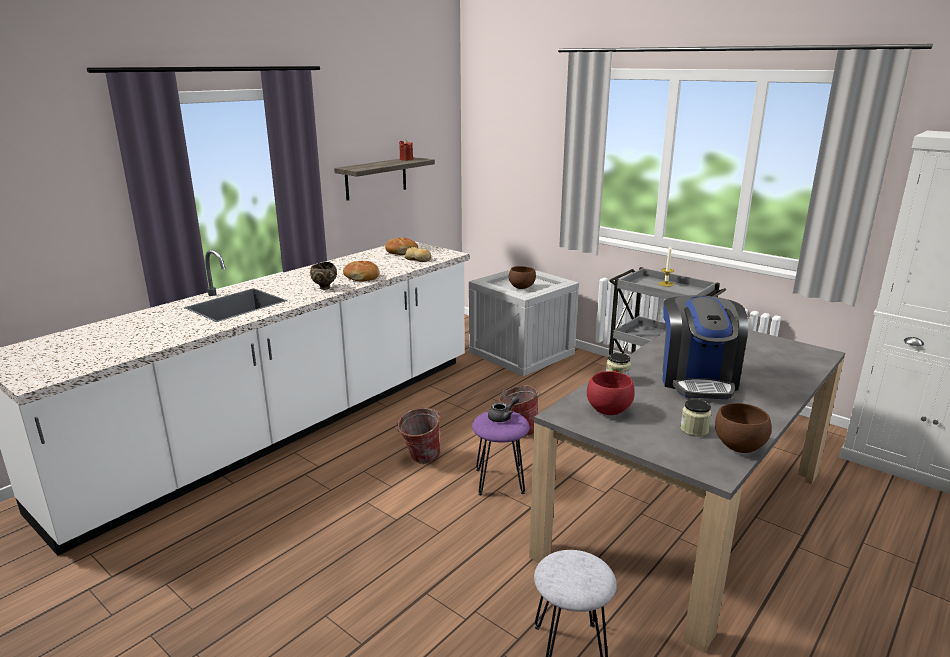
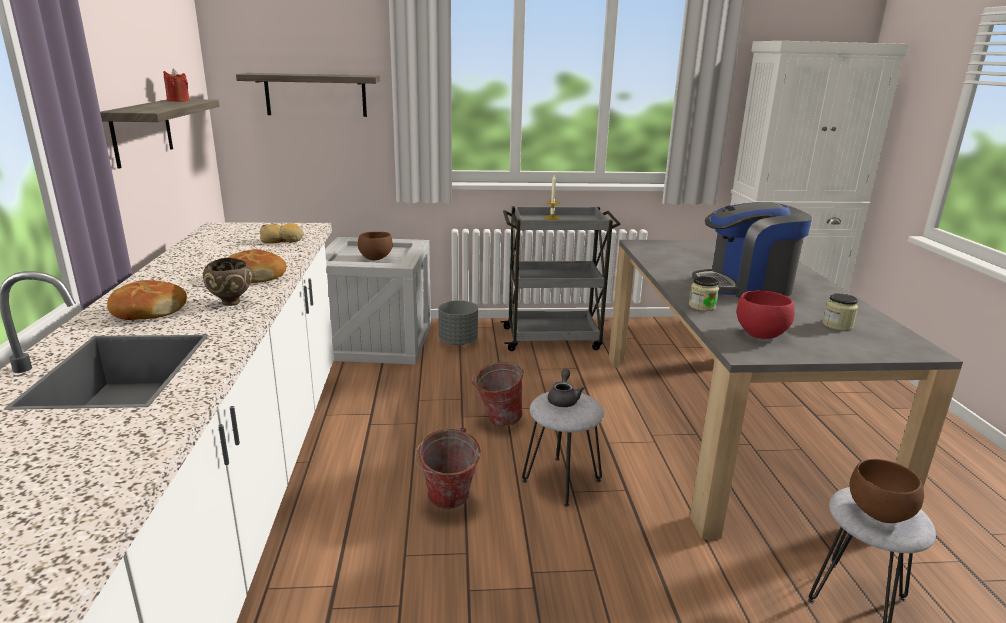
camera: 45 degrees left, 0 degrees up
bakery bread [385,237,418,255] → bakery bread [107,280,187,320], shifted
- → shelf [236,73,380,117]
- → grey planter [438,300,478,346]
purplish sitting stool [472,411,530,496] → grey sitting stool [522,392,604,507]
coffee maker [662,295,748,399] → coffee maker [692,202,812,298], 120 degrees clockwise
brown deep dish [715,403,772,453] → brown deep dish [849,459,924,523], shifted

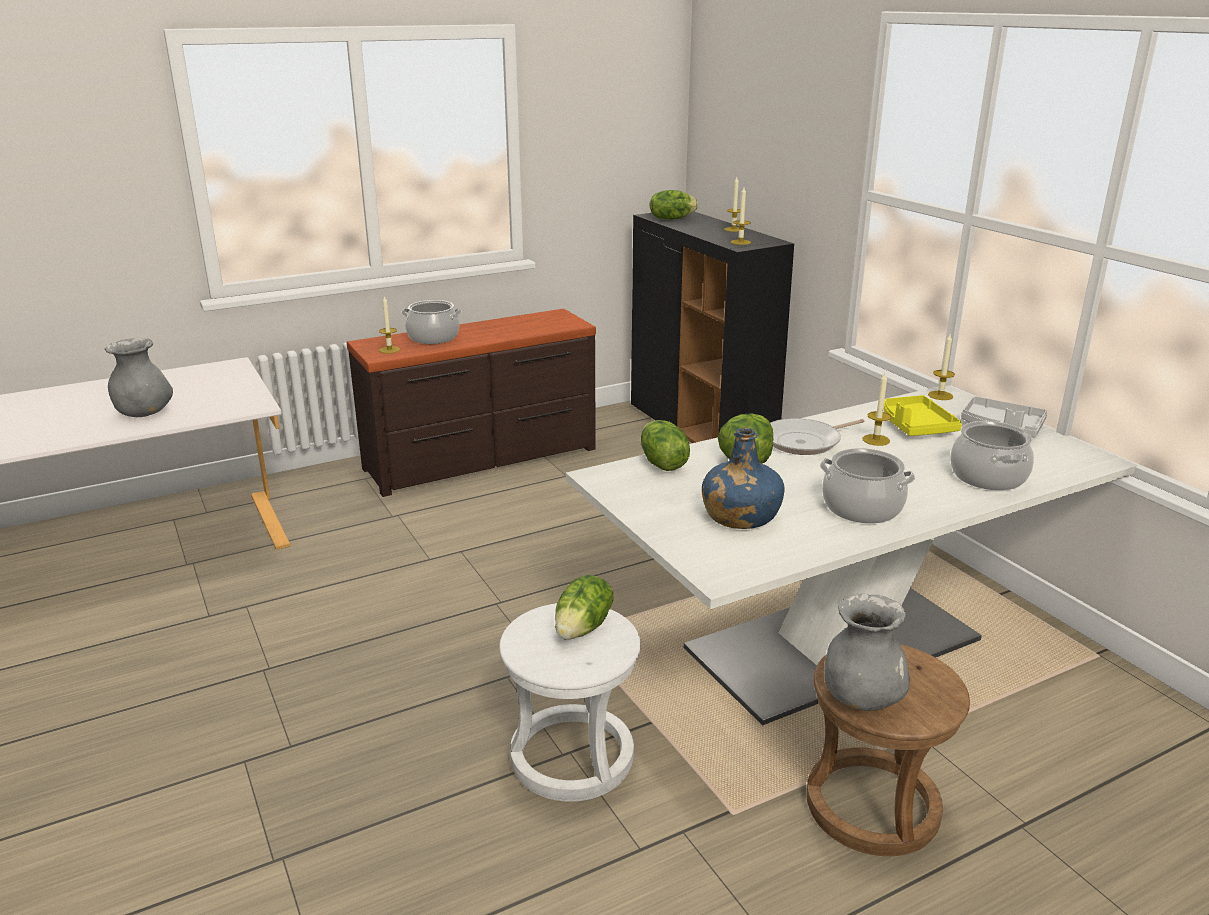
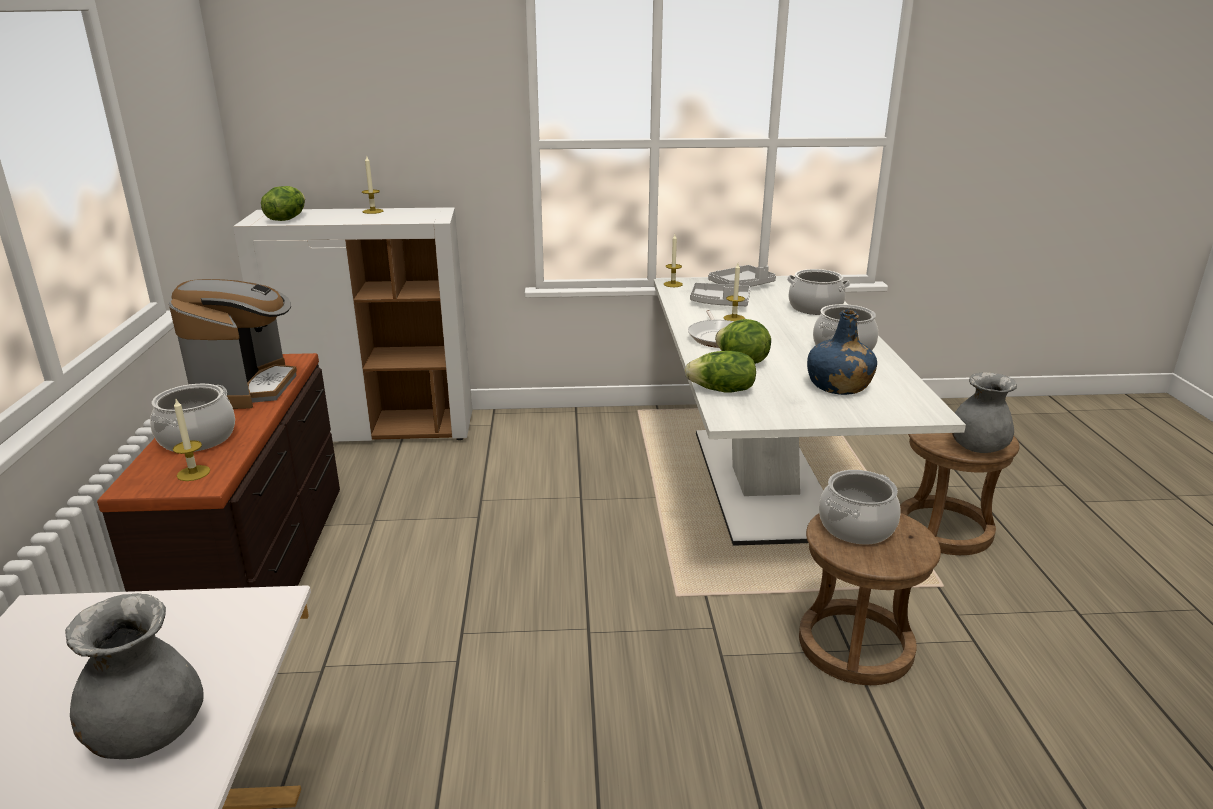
camera: 65 degrees left, 0 degrees up
- → coffee maker [169,279,297,409]
black cabinet [631,212,794,443] → whitish cabinet [233,207,473,442]
yellowish tray [884,395,962,436] → grey tray [690,283,751,306]
whitish sitting stool [499,603,641,802] → brown sitting stool [799,513,941,685]
lettuce head [555,575,614,640] → saucepot [819,470,901,544]
candle [731,187,751,245] → -

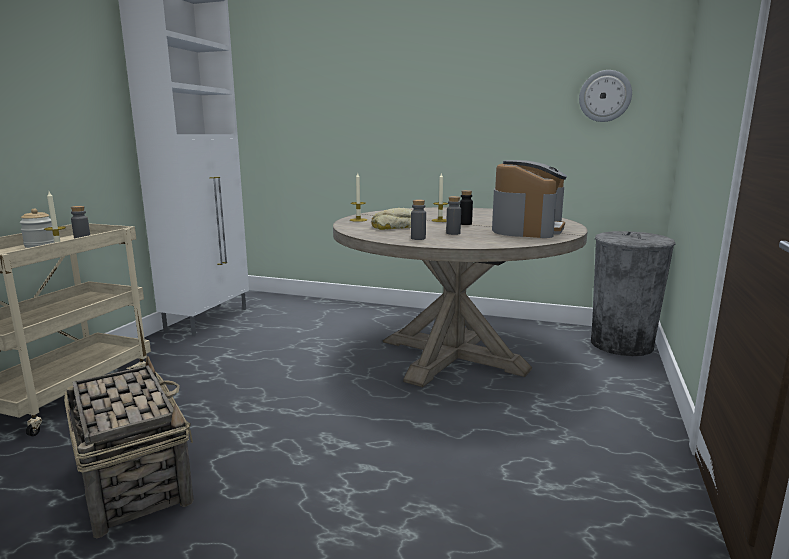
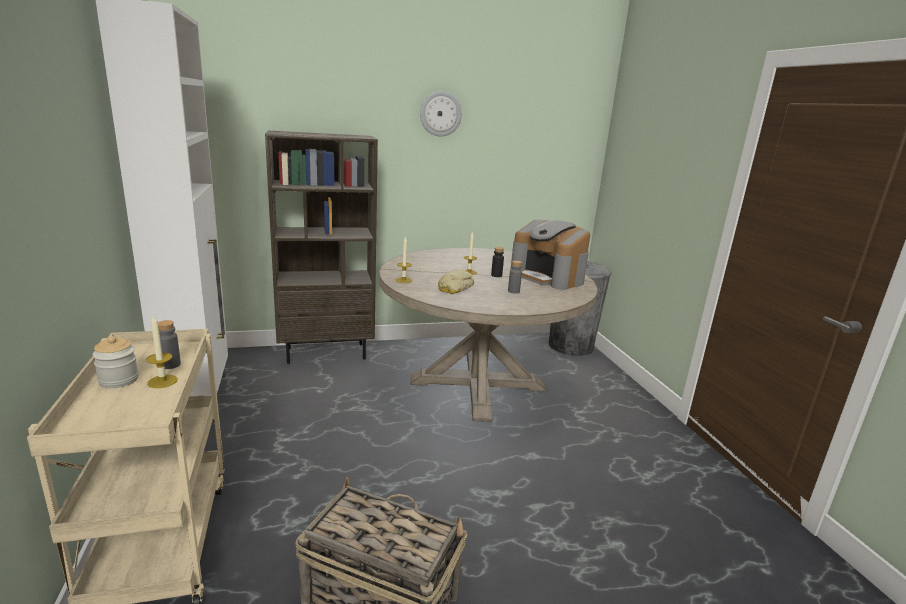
camera: 35 degrees left, 5 degrees up
- → brown shelving unit [265,131,378,364]
clock on the wall [579,70,632,122] → clock on the wall [420,91,462,137], shifted
coffee maker [492,160,567,238] → coffee maker [511,220,590,290], 150 degrees clockwise
grey drink bottle [411,200,426,240] → -

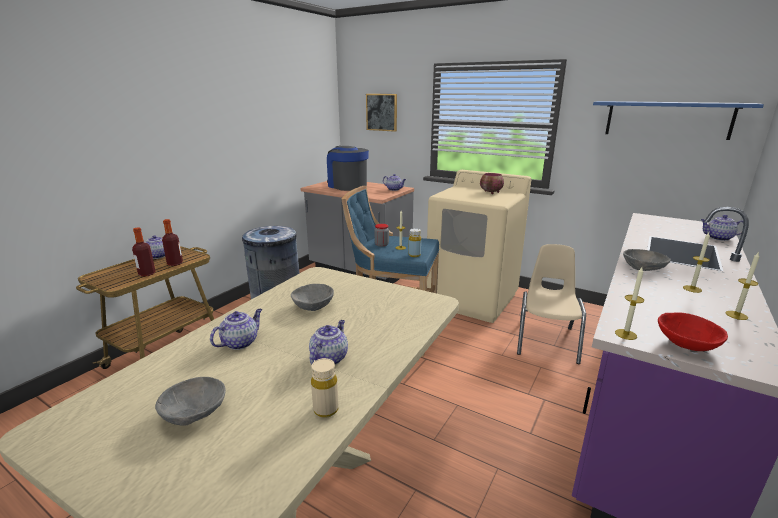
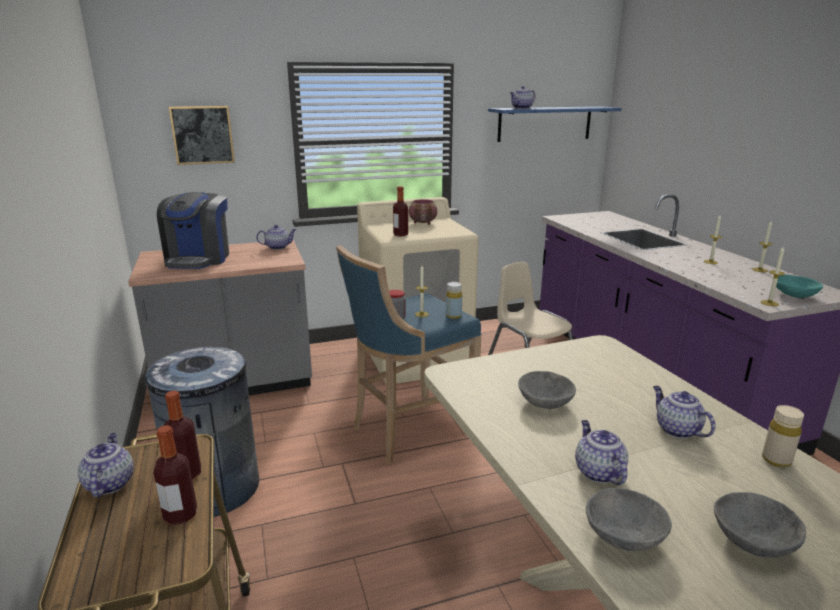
camera: 50 degrees left, 0 degrees up
coffee maker [327,146,369,191] → coffee maker [157,192,229,269], 90 degrees counterclockwise
- → drink bottle [393,186,408,237]
teapot [701,215,743,241] → teapot [510,86,536,109], shifted
grey deep dish [623,249,671,271] → grey deep dish [586,488,672,551], shifted
red-coloured deep dish [658,312,728,351] → blue-green deep dish [773,275,823,298]

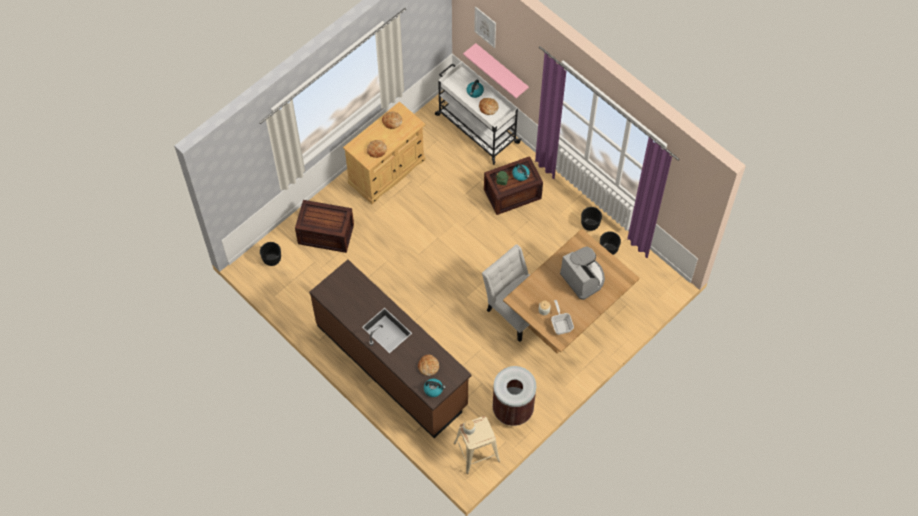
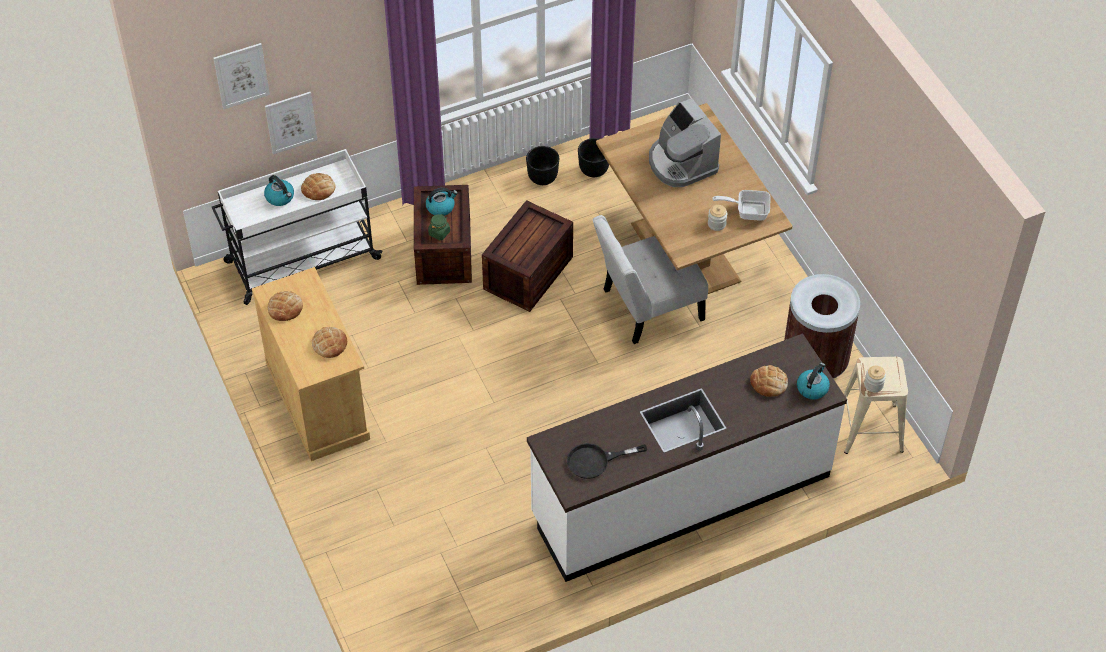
camera: 70 degrees left, 10 degrees down
pinkish shelf [463,43,529,98] → wall art [265,92,317,155]
shipping crate [295,200,354,253] → shipping crate [482,200,573,312], shifted
brown kitchen base unit [309,259,472,438] → whitish kitchen base unit [527,333,847,582]
- → black skillet [567,443,647,479]
coffee maker [560,247,605,300] → coffee maker [649,98,721,187], 105 degrees counterclockwise
black planter [260,242,281,266] → -

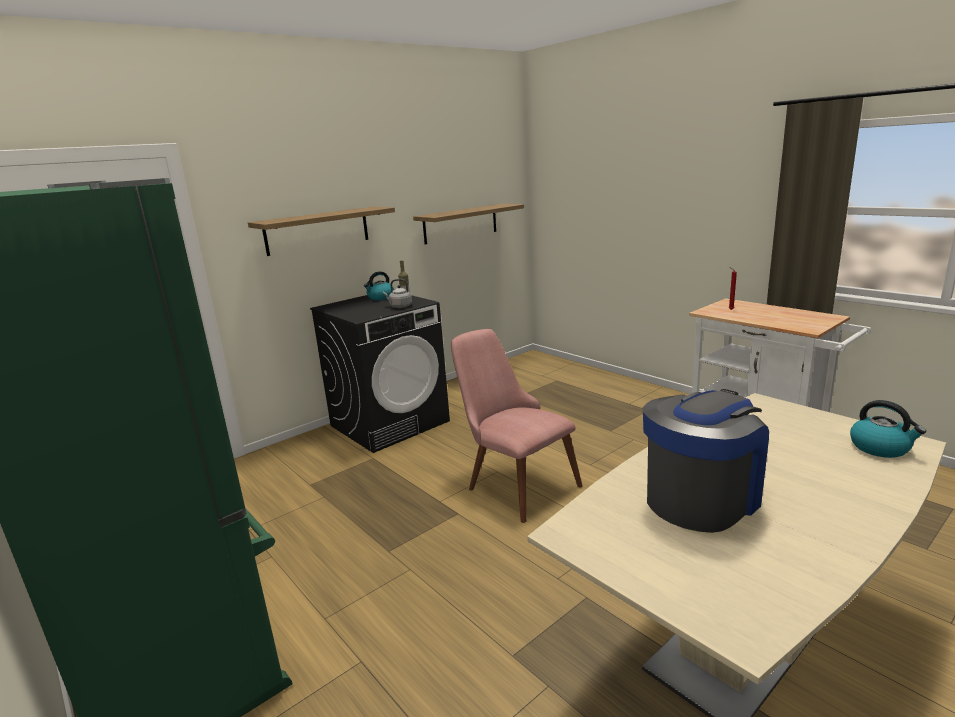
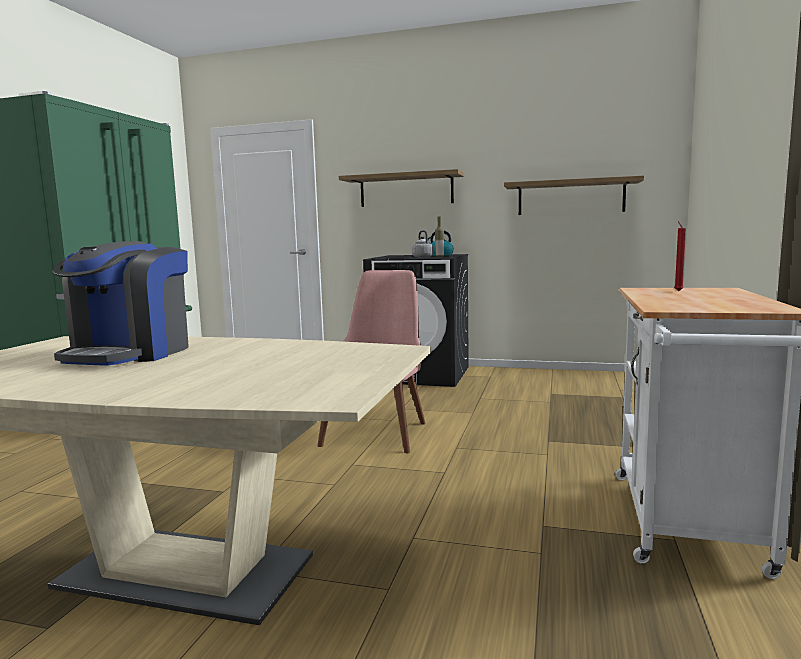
camera: 55 degrees right, 10 degrees down
coffee maker [643,389,769,533] → coffee maker [52,241,189,366], 90 degrees clockwise
kettle [850,400,926,458] → -

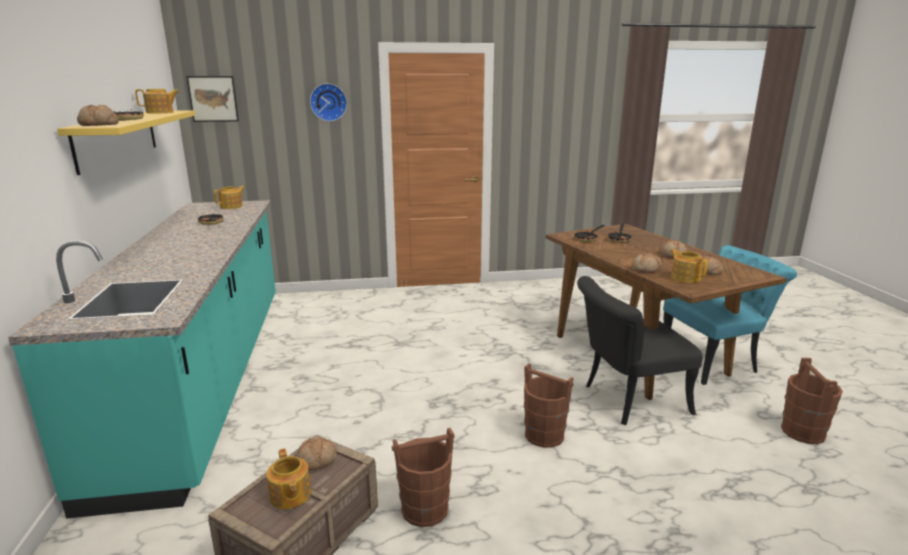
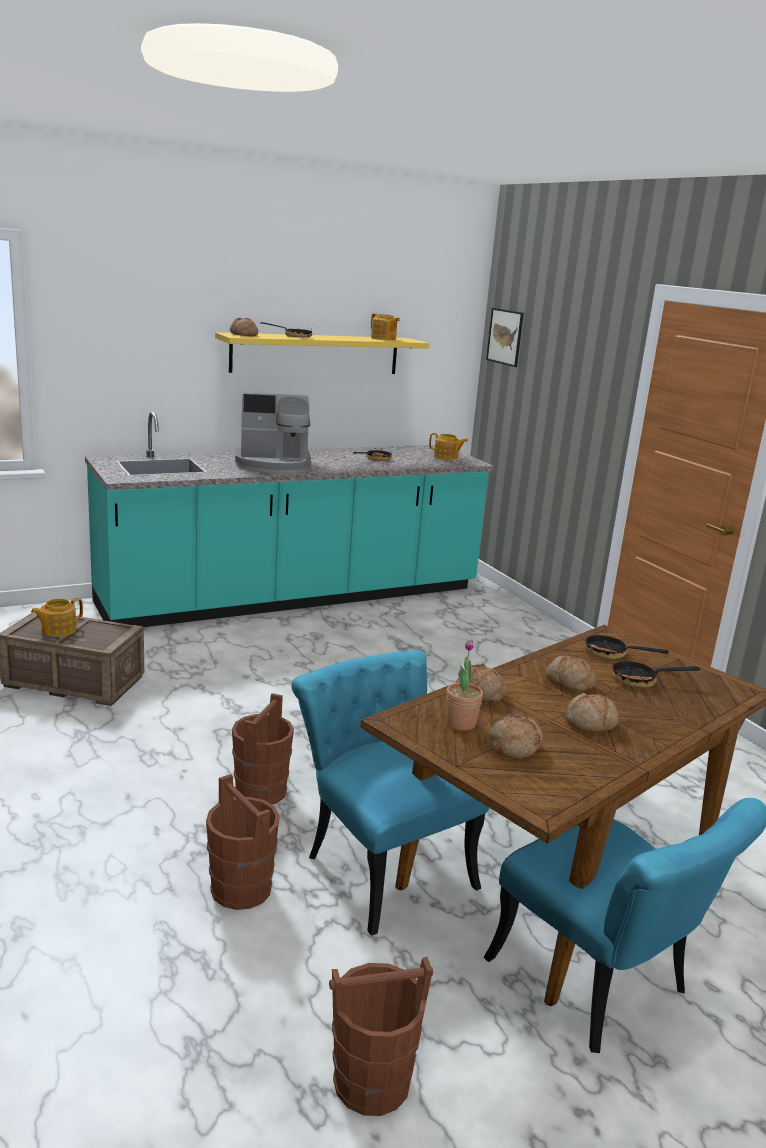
camera: 70 degrees right, 0 degrees up
brown bucket [392,428,455,527] → brown bucket [206,774,280,910], shifted
- → coffee maker [235,392,311,474]
black chair [577,276,702,425] → blue-green chair [291,650,489,936]
teapot [670,249,708,283] → potted plant [446,640,483,730]
bakery bread [296,437,337,471] → bakery bread [546,654,595,691], shifted
clock on the wall [310,83,347,121] → -

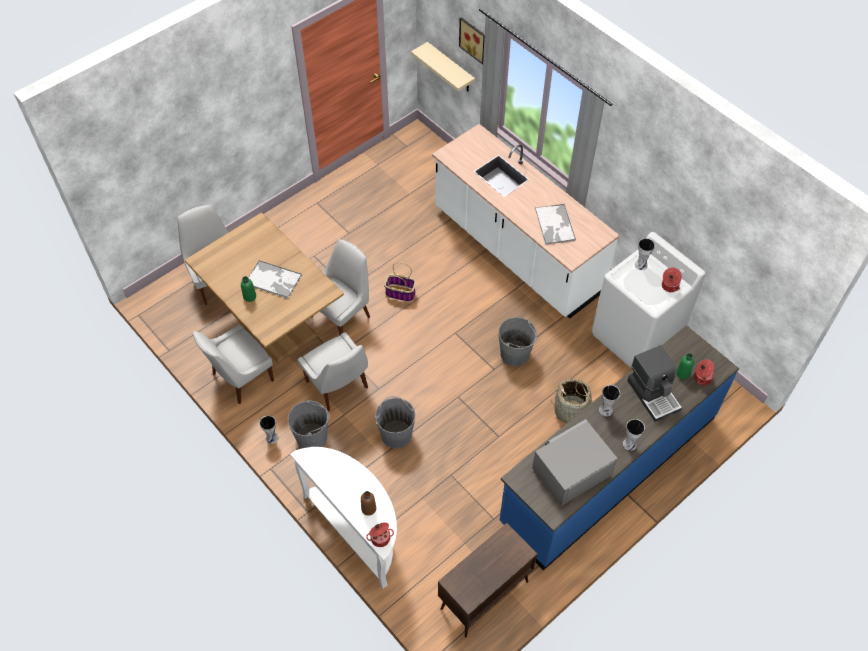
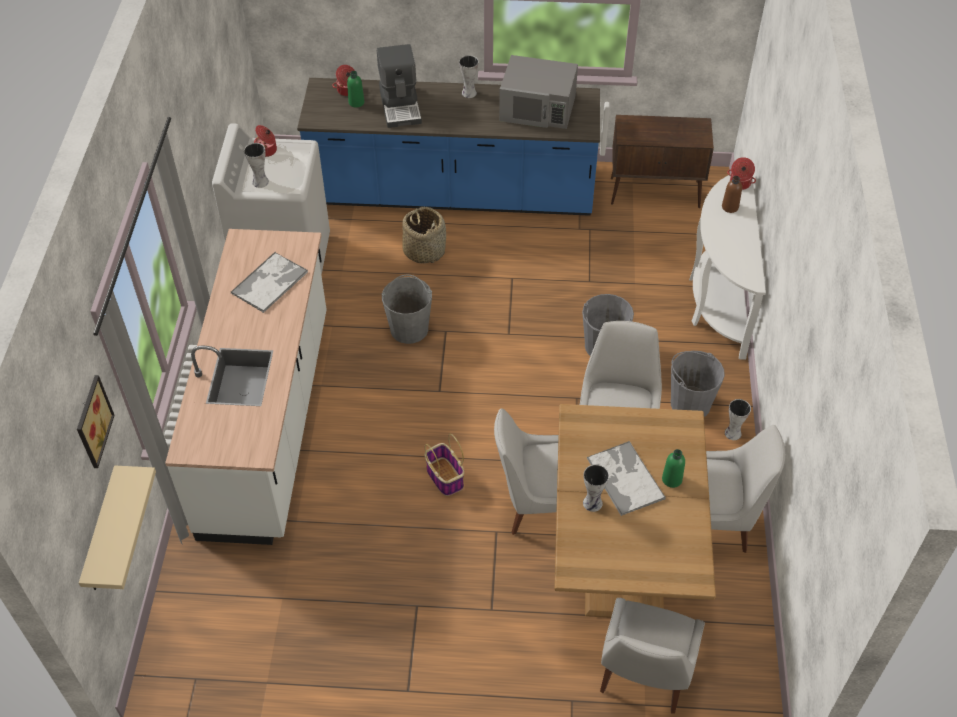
camera: 135 degrees left, 5 degrees down
coffee maker [627,345,682,422] → coffee maker [377,44,422,128], 150 degrees clockwise
flower vase [599,385,620,417] → flower vase [583,464,609,512], shifted

